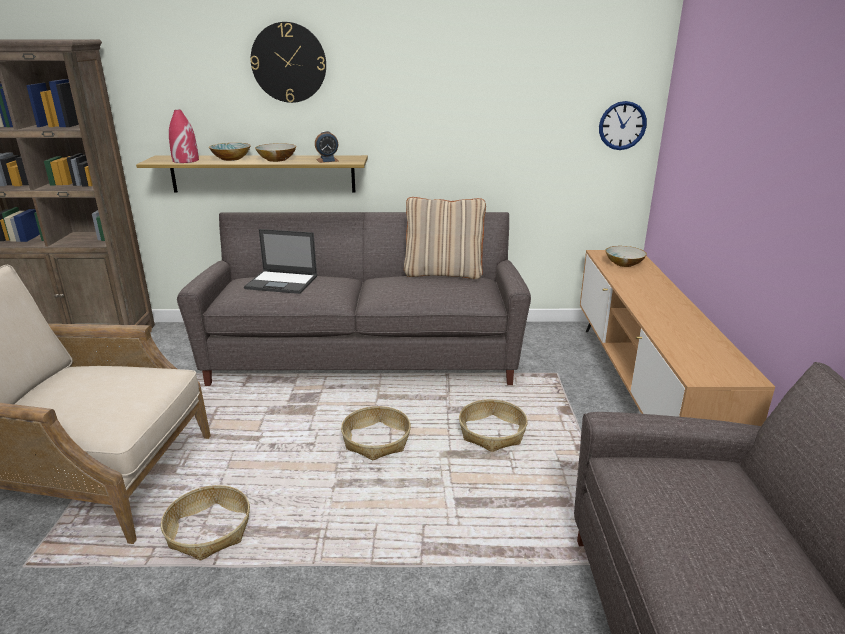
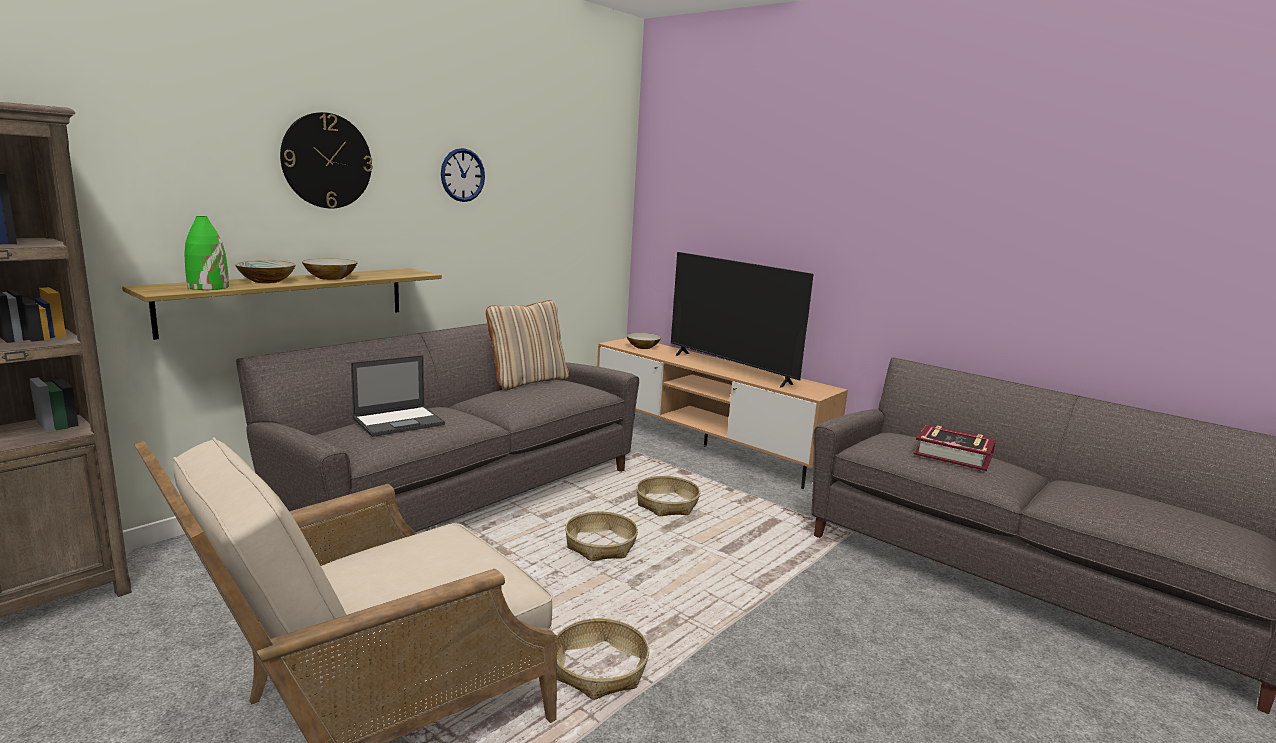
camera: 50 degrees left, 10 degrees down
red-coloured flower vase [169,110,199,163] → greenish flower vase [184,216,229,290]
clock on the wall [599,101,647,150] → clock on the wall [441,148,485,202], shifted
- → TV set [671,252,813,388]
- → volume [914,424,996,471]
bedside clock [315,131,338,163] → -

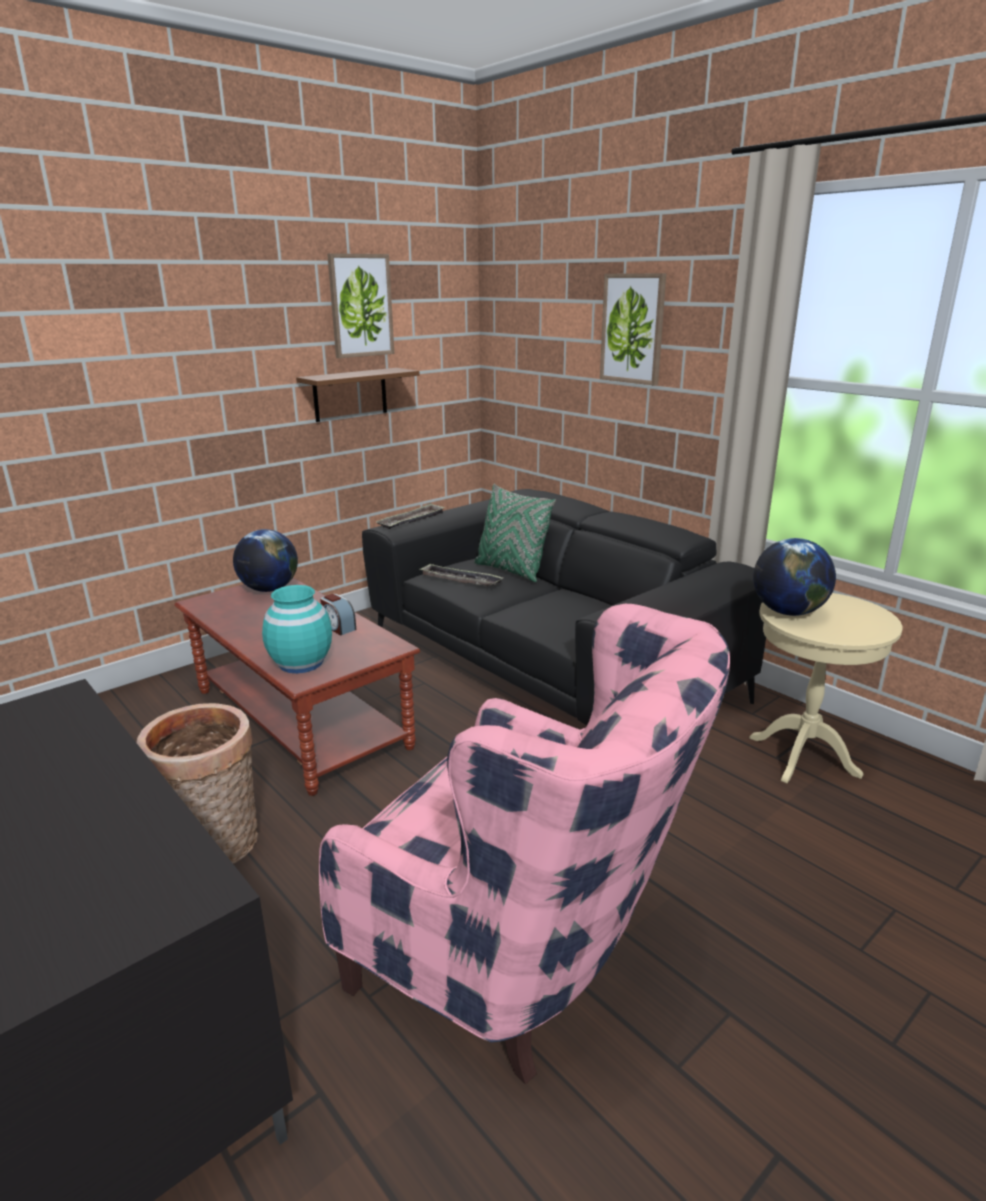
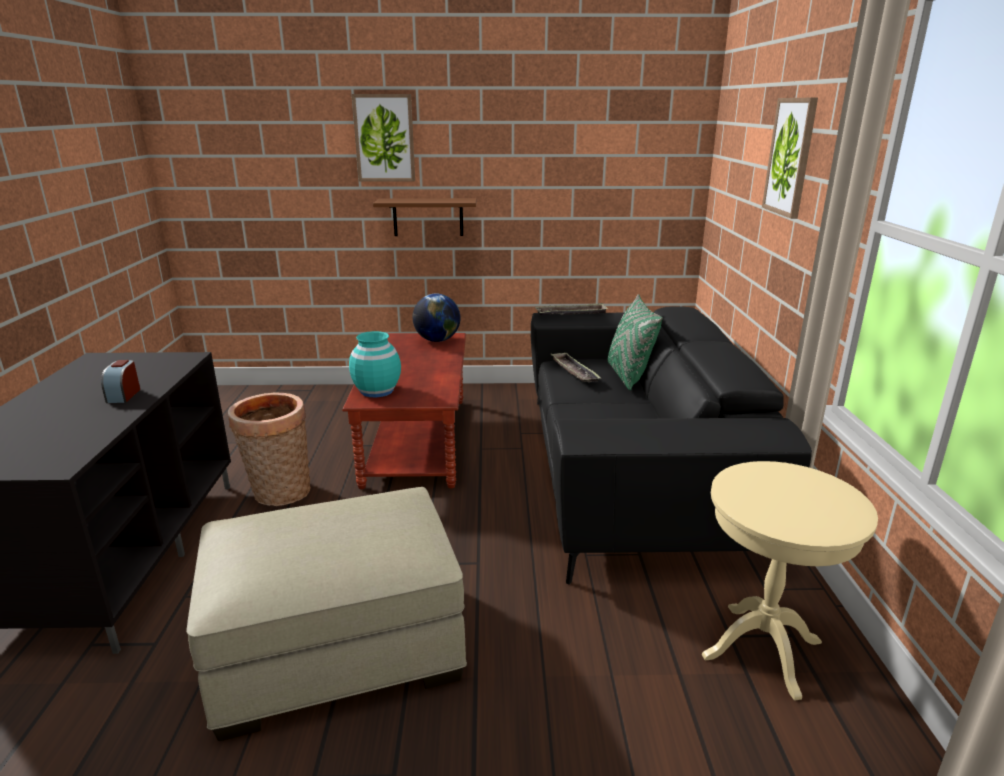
camera: 40 degrees right, 0 degrees up
bedside clock [320,594,356,635] → bedside clock [101,360,140,403], shifted
pinkish easy chair [319,604,730,1084] → sand-coloured ottoman [186,487,467,741]
wall art [327,253,394,358] → wall art [352,94,415,182], shifted
brown shelf [296,368,420,422] → brown shelf [373,198,477,236], shifted
desk globe [753,538,836,616] → -

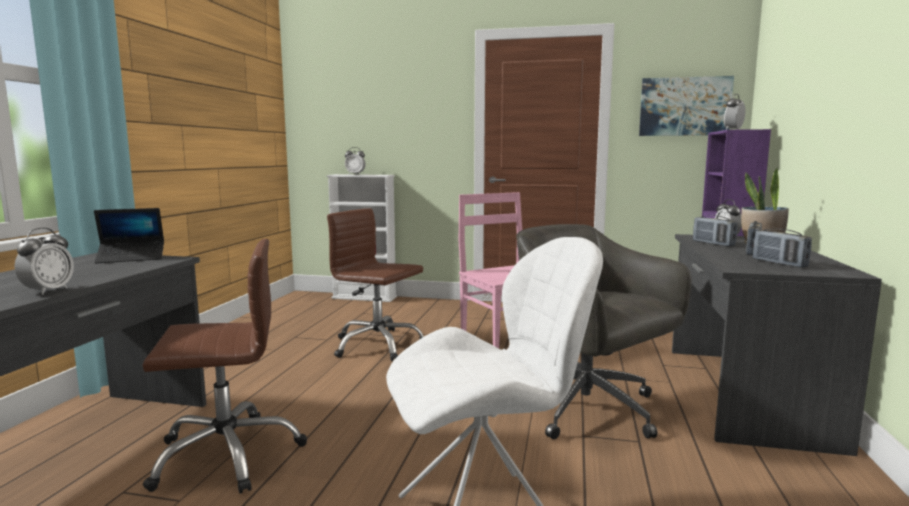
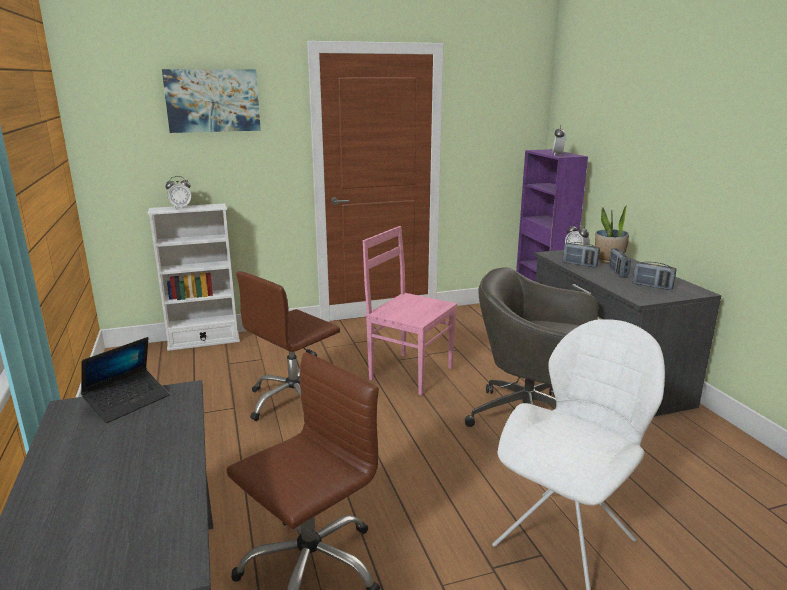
camera: 30 degrees left, 10 degrees up
wall art [639,76,734,136] → wall art [162,69,261,133], shifted
brown desk chair [327,208,424,361] → brown desk chair [236,271,340,421], 45 degrees counterclockwise
bedside clock [14,228,74,295] → -

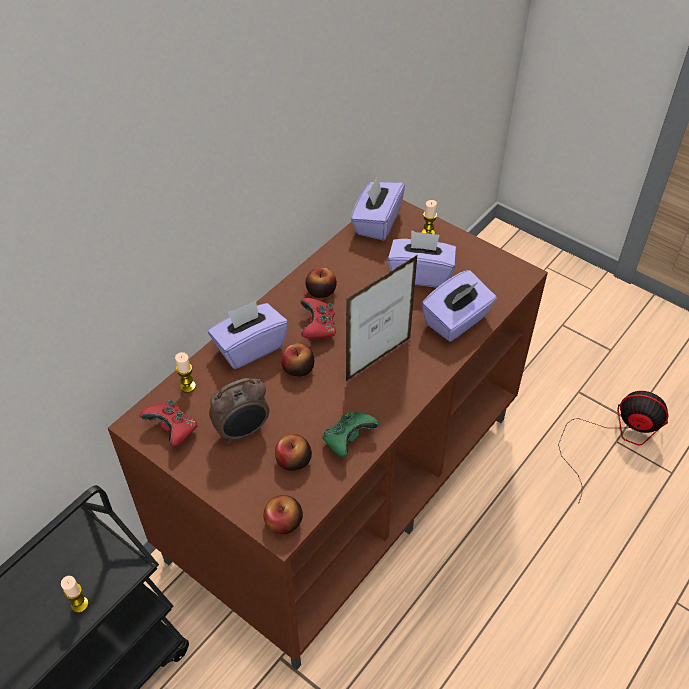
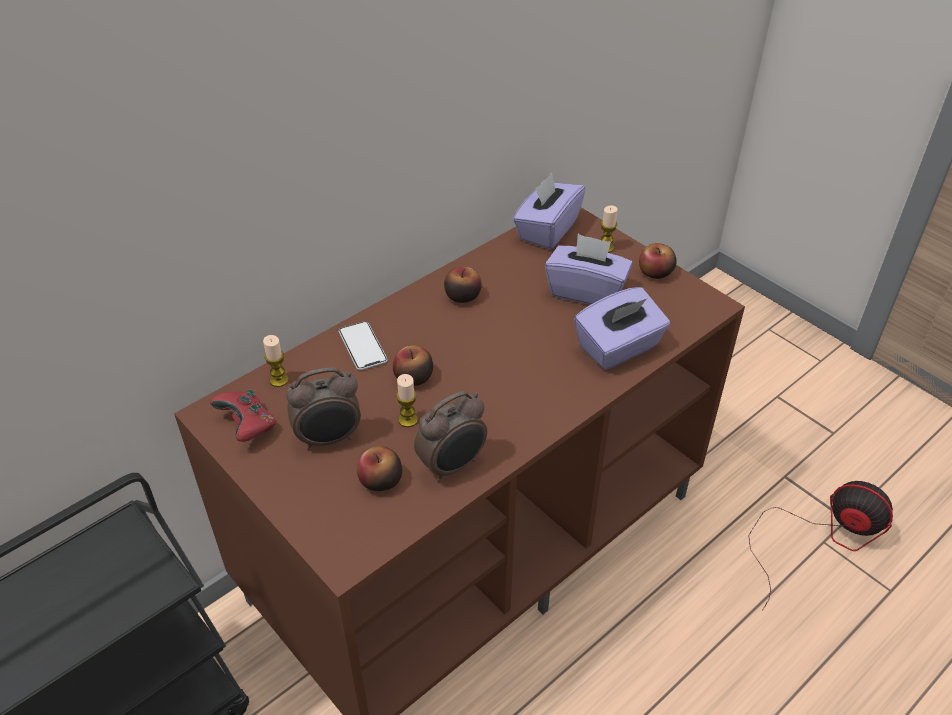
camera: 10 degrees right, 5 degrees down
purplish tissue box [208,301,288,369] → phone [339,321,388,370]
candle [61,576,89,613] → candle [396,374,418,427], shifted
greenish game controller [322,412,379,457] → bedside clock [414,391,487,482]
whole apple [264,495,303,534] → whole apple [639,243,677,279], shifted
red-coloured game controller [300,298,336,339] → -
photo frame [346,255,417,381] → -

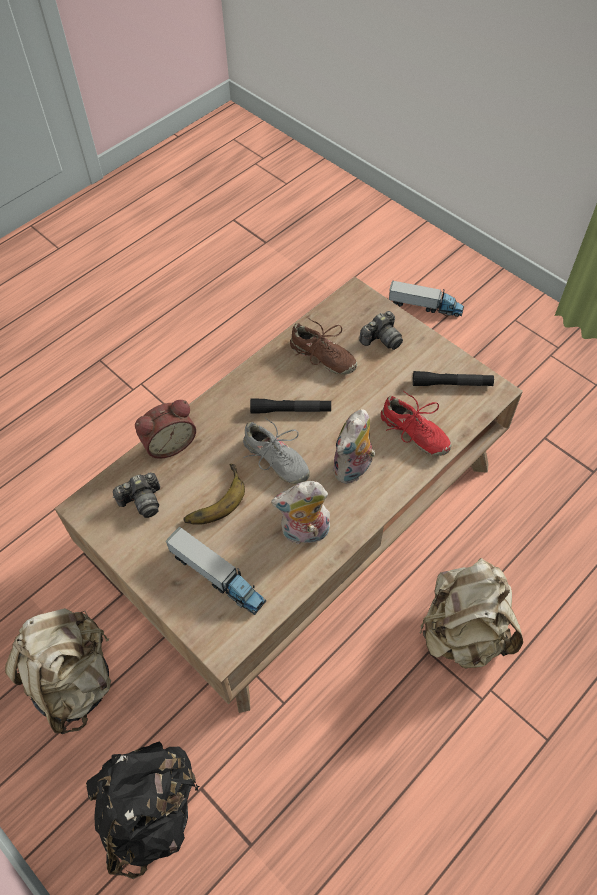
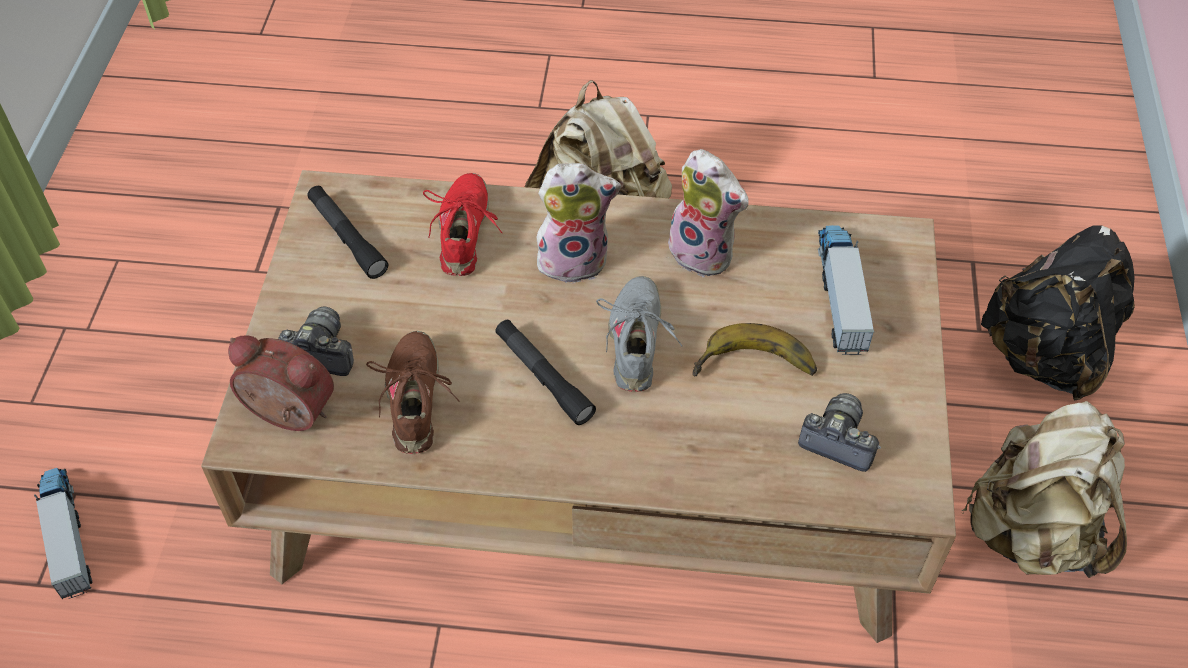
camera: 130 degrees left, 5 degrees down
bedside clock [135,400,196,459] → bedside clock [228,336,334,431], shifted

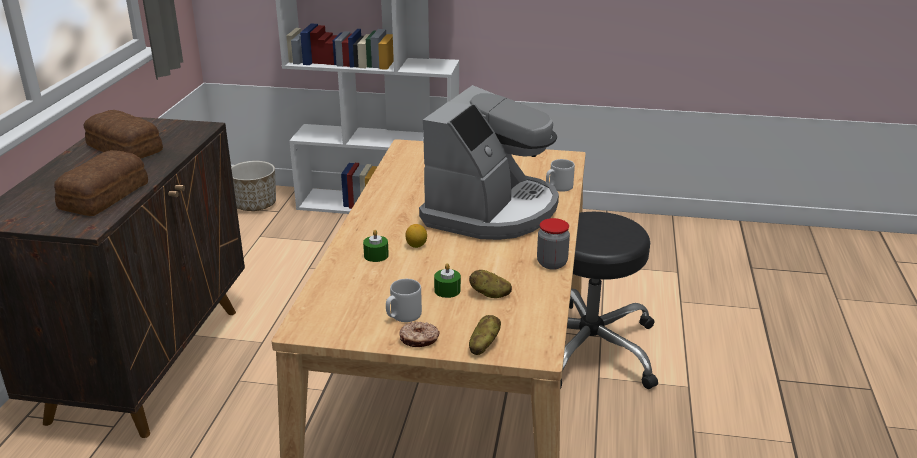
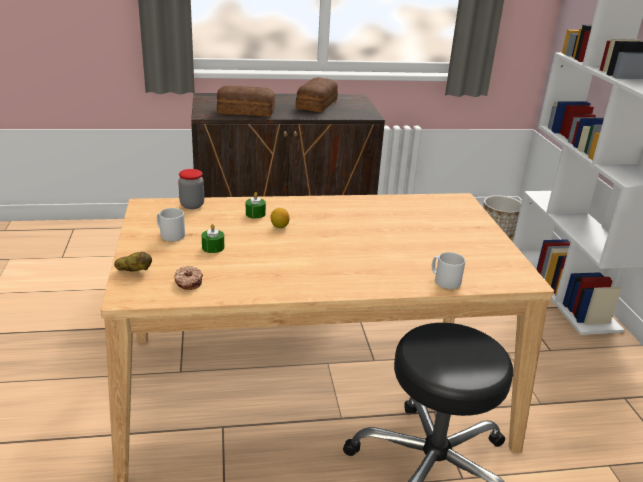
camera: 70 degrees right, 0 degrees up
ring doughnut [399,322,439,347] → ring doughnut [174,266,203,290], shifted
storage jar [537,218,570,270] → storage jar [178,169,204,209], shifted
coffee maker [419,85,559,240] → -
spud [469,270,512,298] → -

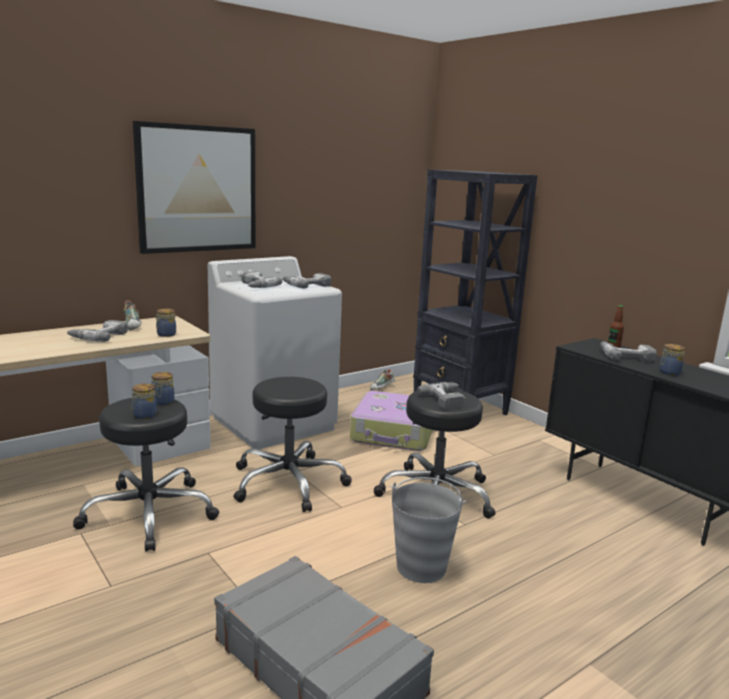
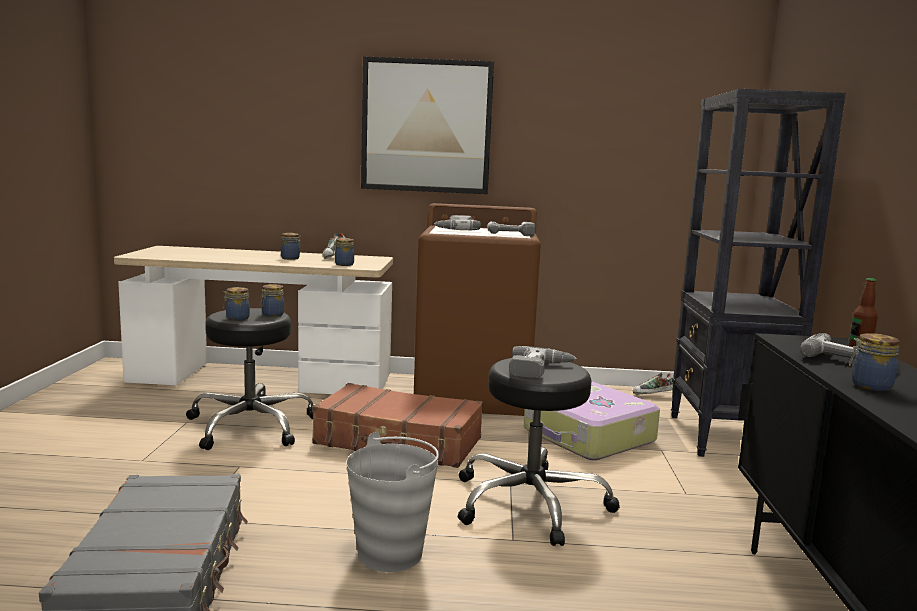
camera: 40 degrees right, 5 degrees down
power drill [67,320,128,342] → storage jar [281,233,301,260]
black sitting stool [234,377,352,512] → brown travel case [312,383,483,468]
whitish laundry appliance [208,256,342,449] → brown laundry appliance [414,203,541,416]

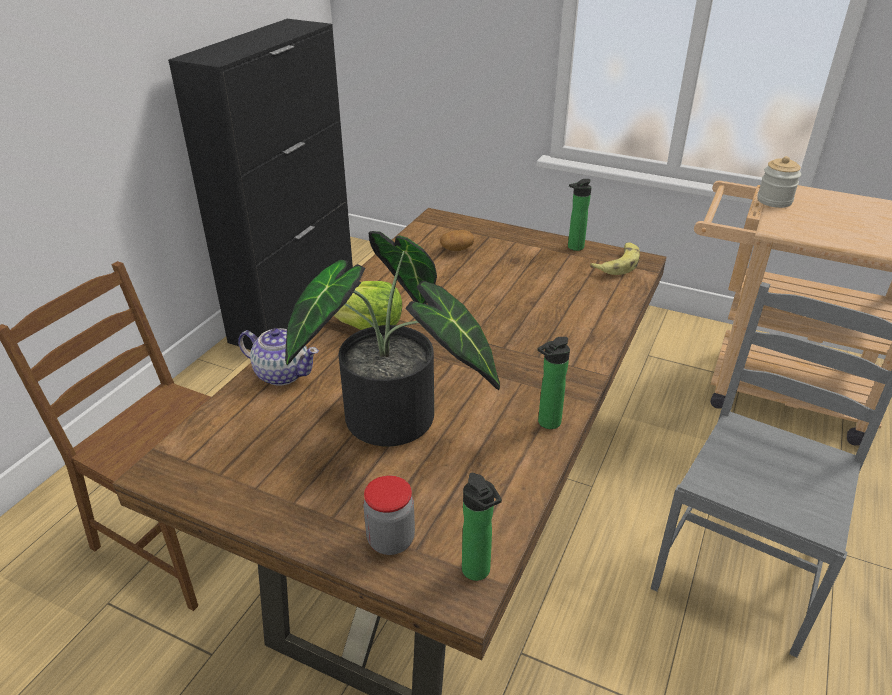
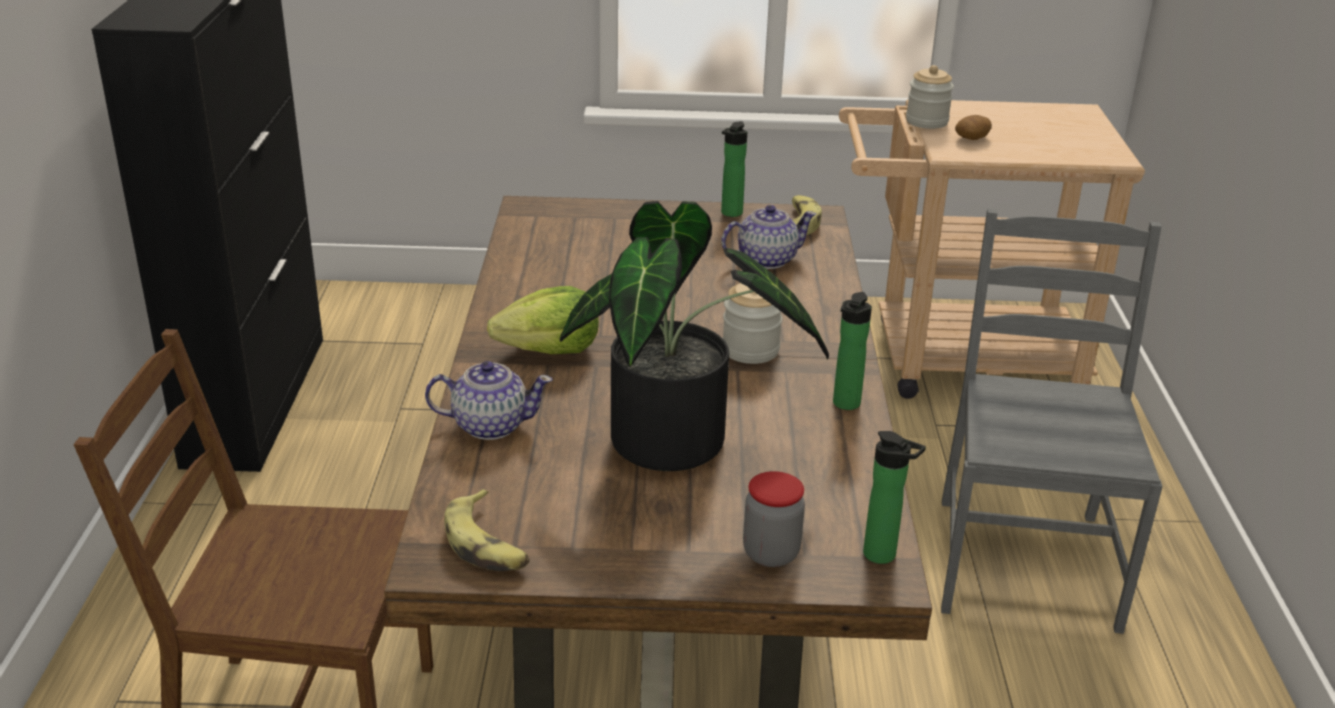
camera: 25 degrees left, 5 degrees down
- → whole banana [444,489,530,571]
- → teapot [721,205,816,269]
- → storage jar [723,283,782,364]
spud [440,230,474,251] → spud [955,115,992,140], shifted

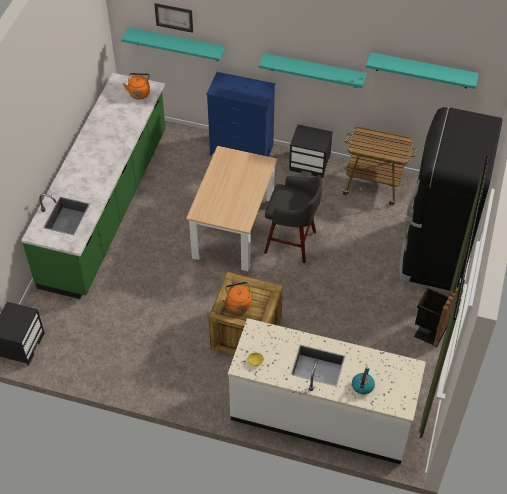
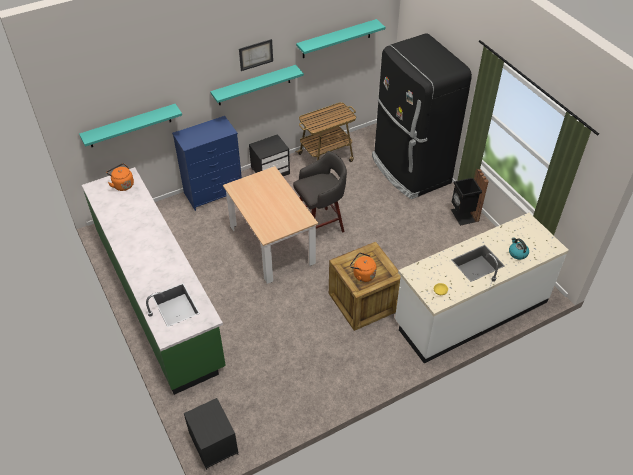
camera: 45 degrees left, 5 degrees down
wall art [154,3,193,33] → wall art [239,39,273,71], shifted

